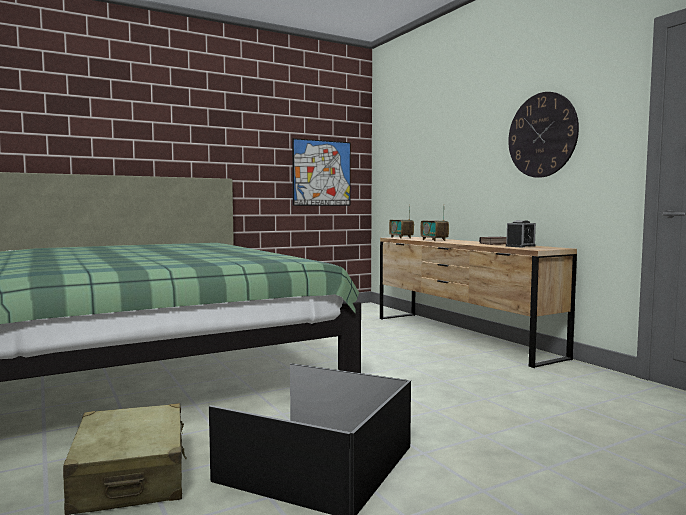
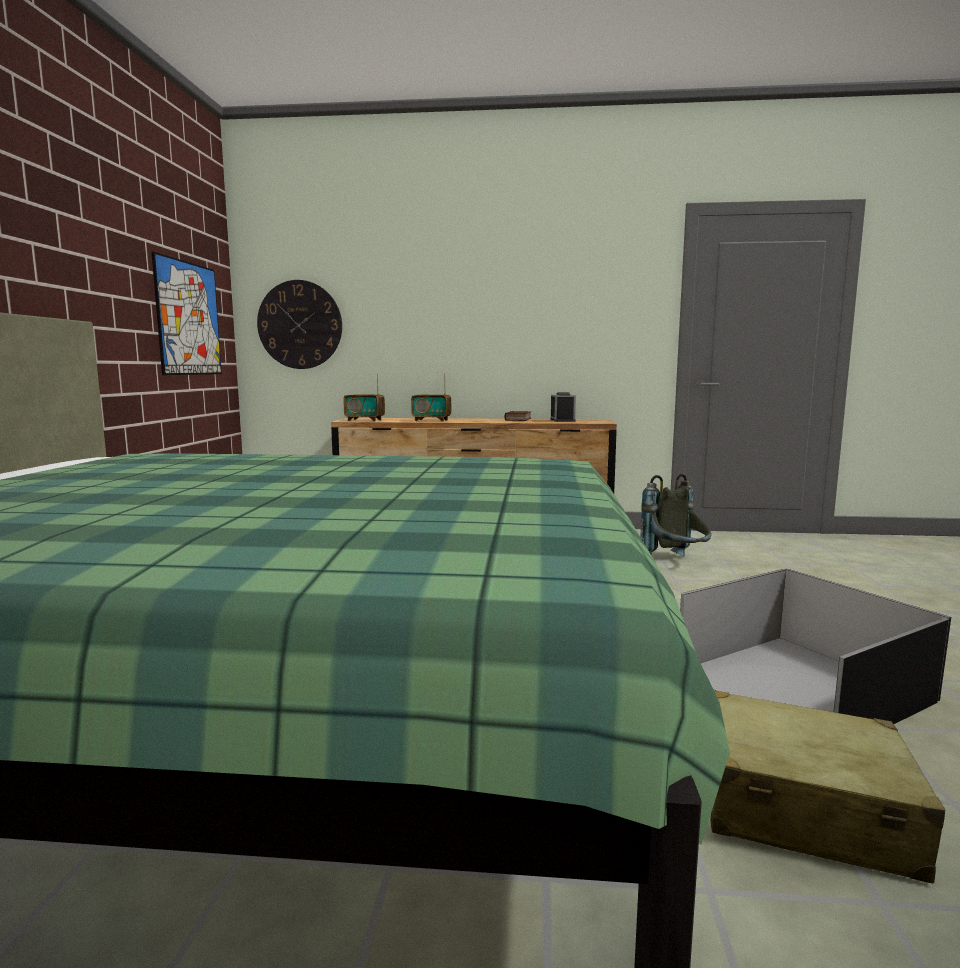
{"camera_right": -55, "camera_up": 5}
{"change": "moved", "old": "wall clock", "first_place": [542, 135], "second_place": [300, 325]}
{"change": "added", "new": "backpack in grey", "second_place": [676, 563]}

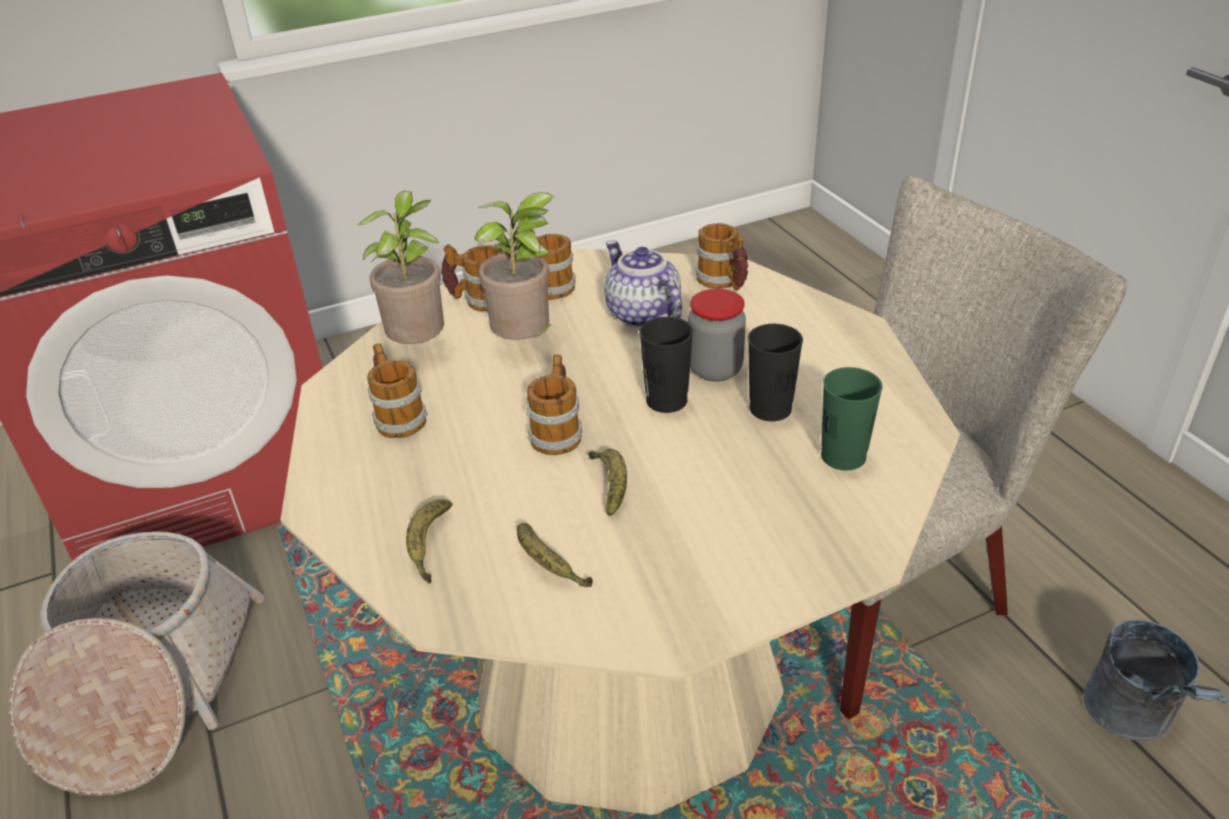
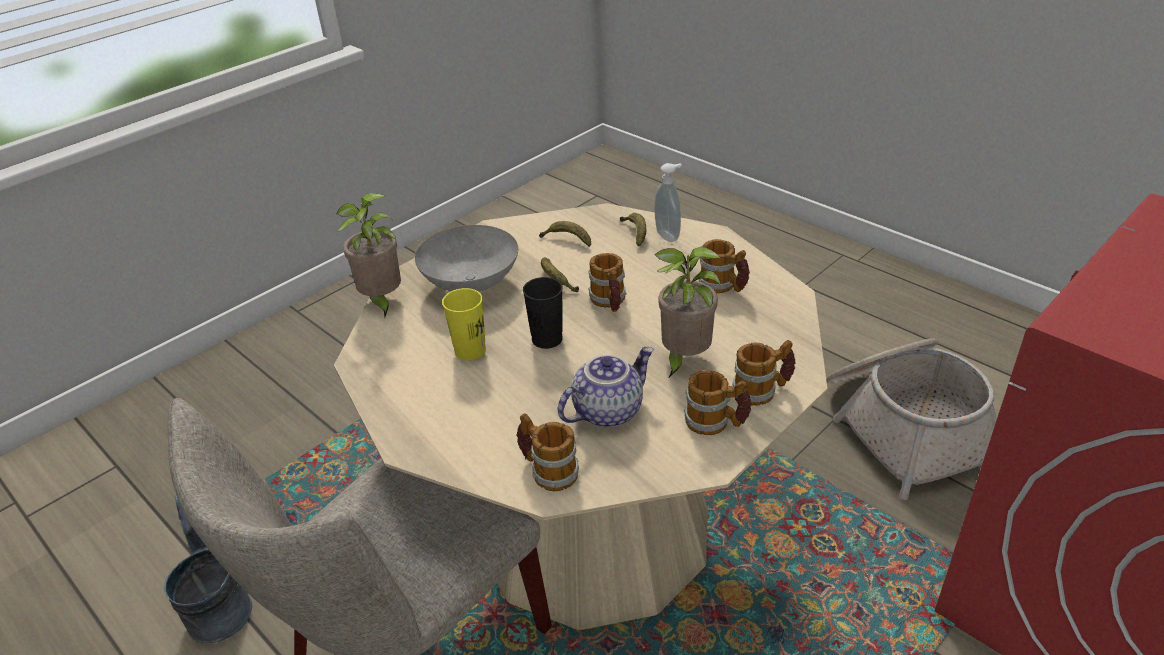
{"camera_right": 160, "camera_up": 0}
{"change": "moved", "old": "potted plant", "first_place": [420, 346], "second_place": [382, 301]}
{"change": "turned", "old": "teapot", "first_place": [641, 315], "second_place": [607, 410], "degrees": -75}
{"change": "removed", "old": "jar", "first_place": [715, 369]}
{"change": "recoloured", "old": "cup in black", "new": "cup in yellow", "first_place": [770, 409], "second_place": [470, 350]}
{"change": "removed", "old": "cup in green", "first_place": [843, 456]}
{"change": "added", "new": "soap dispenser", "second_place": [669, 235]}
{"change": "added", "new": "bowl in grey", "second_place": [471, 283]}

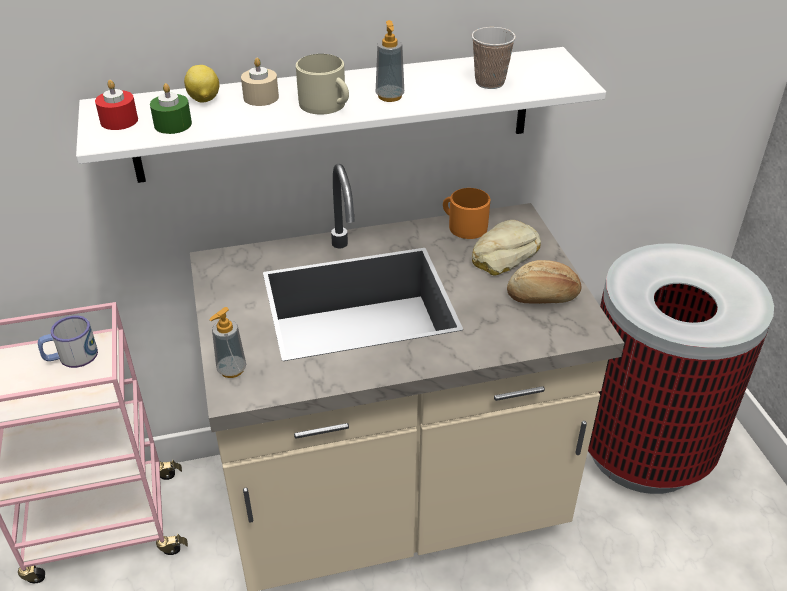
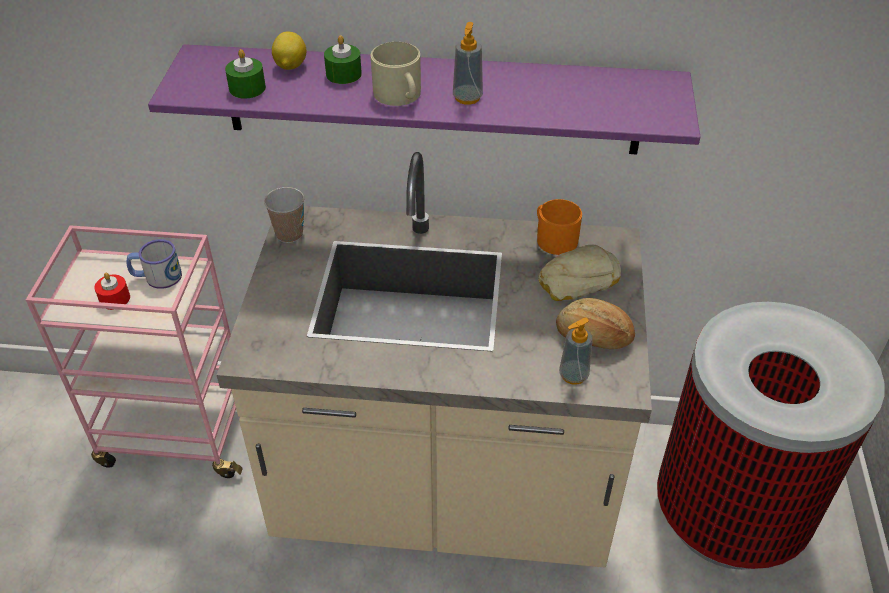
{"camera_right": 20, "camera_up": 5}
{"change": "moved", "old": "cup", "first_place": [489, 82], "second_place": [289, 234]}
{"change": "recoloured", "old": "shelf in white", "new": "shelf in purple", "first_place": [336, 114], "second_place": [432, 100]}
{"change": "recoloured", "old": "candle in beige", "new": "candle in green", "first_place": [261, 97], "second_place": [343, 74]}
{"change": "moved", "old": "candle in red", "first_place": [119, 121], "second_place": [115, 299]}
{"change": "moved", "old": "soap dispenser", "first_place": [231, 369], "second_place": [573, 375]}

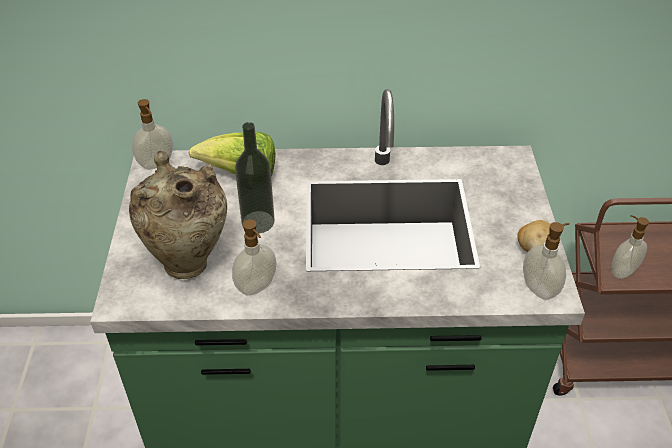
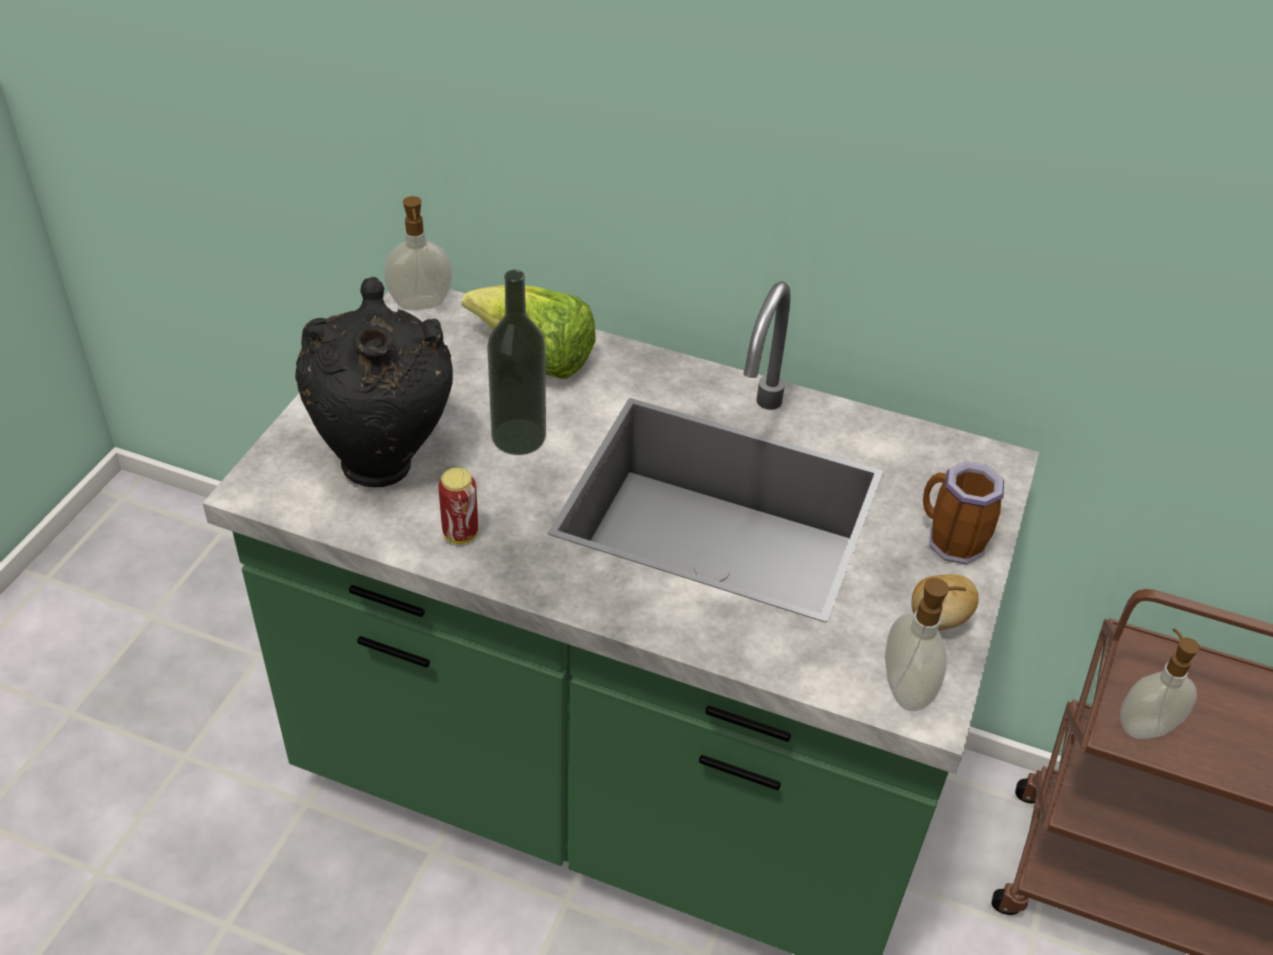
{"camera_right": 20, "camera_up": 0}
{"change": "recoloured", "old": "vase in beige", "new": "vase in black", "first_place": [188, 260], "second_place": [384, 461]}
{"change": "replaced", "old": "soap dispenser", "new": "can", "first_place": [257, 287], "second_place": [460, 533]}
{"change": "added", "new": "mug", "second_place": [949, 543]}

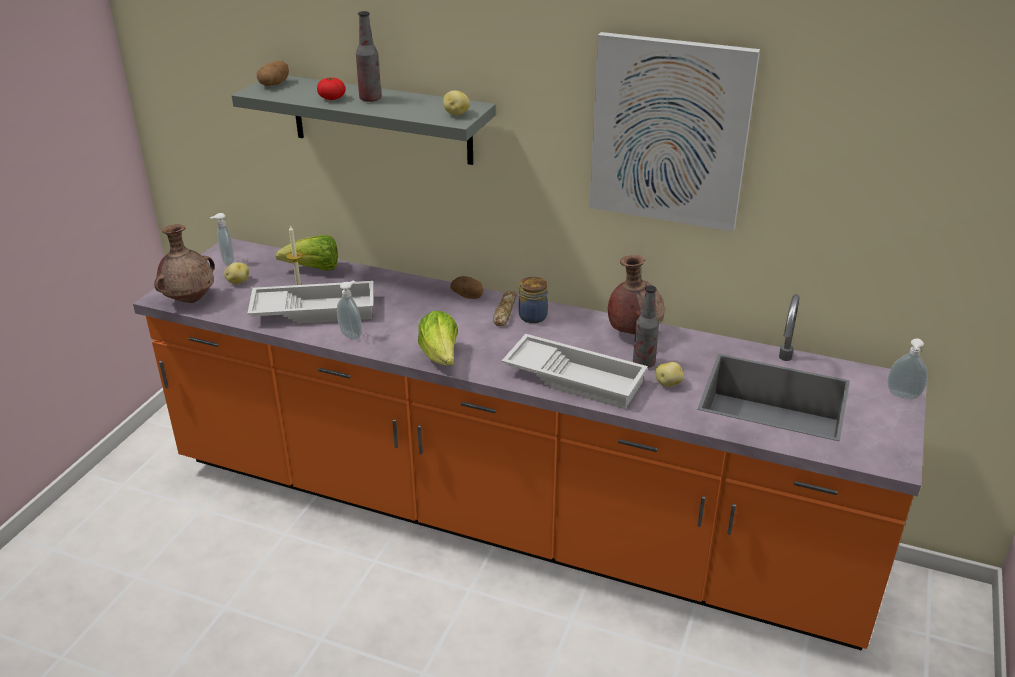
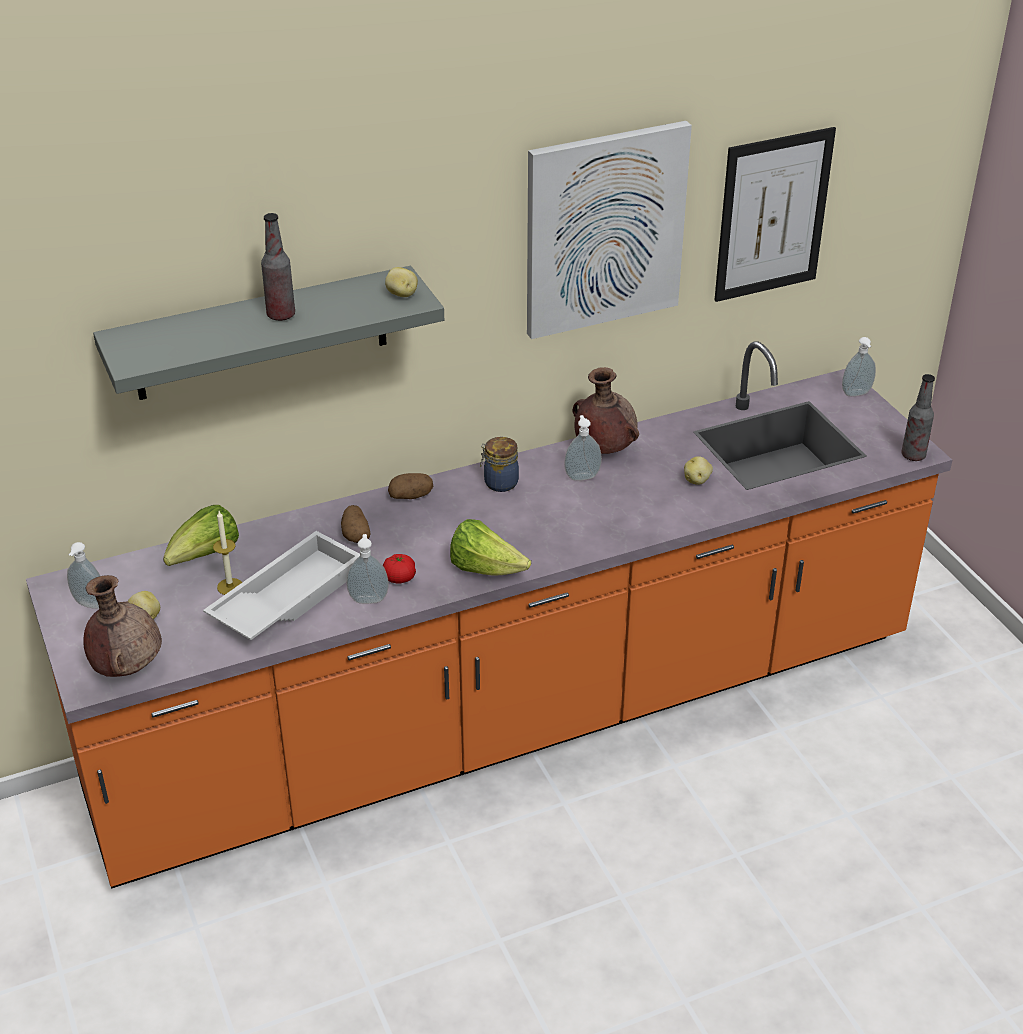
{"camera_right": -45, "camera_up": 5}
{"change": "moved", "old": "potato", "first_place": [274, 84], "second_place": [356, 534]}
{"change": "moved", "old": "tomato", "first_place": [332, 98], "second_place": [399, 578]}
{"change": "moved", "old": "bottle", "first_place": [643, 363], "second_place": [913, 455]}
{"change": "removed", "old": "bread", "first_place": [504, 312]}
{"change": "removed", "old": "tray in white", "first_place": [575, 377]}
{"change": "added", "new": "picture", "second_place": [772, 215]}
{"change": "added", "new": "soap dispenser", "second_place": [582, 476]}

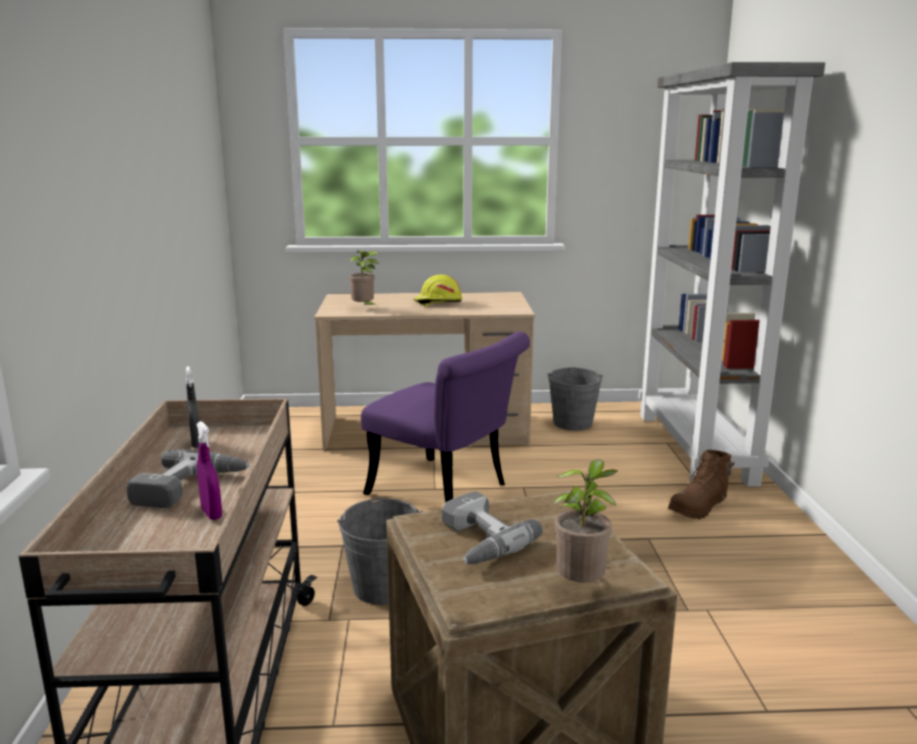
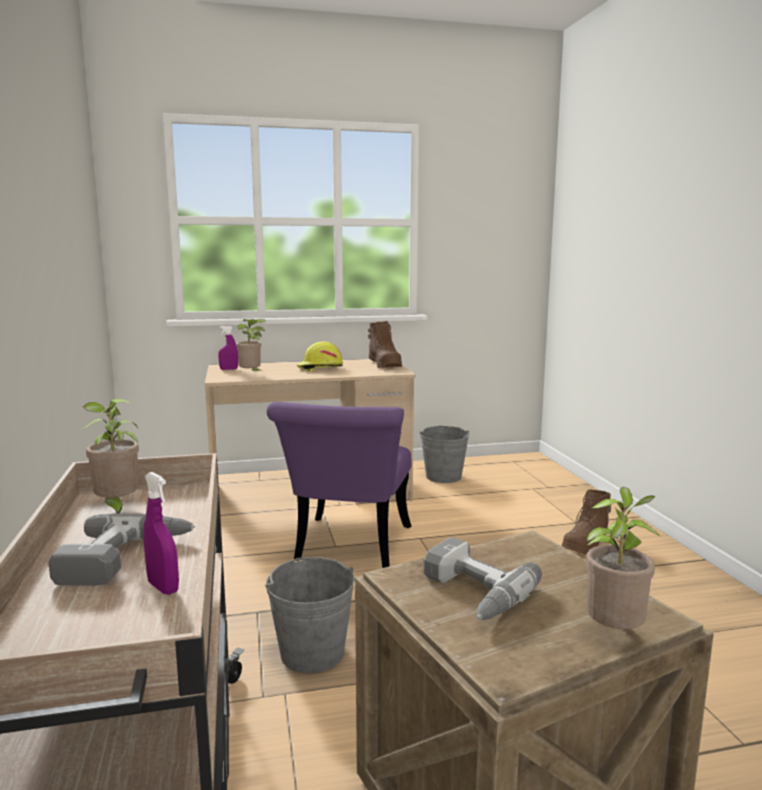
{"camera_right": -10, "camera_up": -5}
{"change": "removed", "old": "bookcase in grey", "first_place": [696, 448]}
{"change": "turned", "old": "chair in purple", "first_place": [447, 492], "second_place": [348, 548], "degrees": 75}
{"change": "replaced", "old": "spray bottle in grey", "new": "potted plant", "first_place": [196, 443], "second_place": [117, 508]}
{"change": "added", "new": "boot in brown", "second_place": [385, 365]}
{"change": "added", "new": "spray bottle in purple", "second_place": [229, 369]}

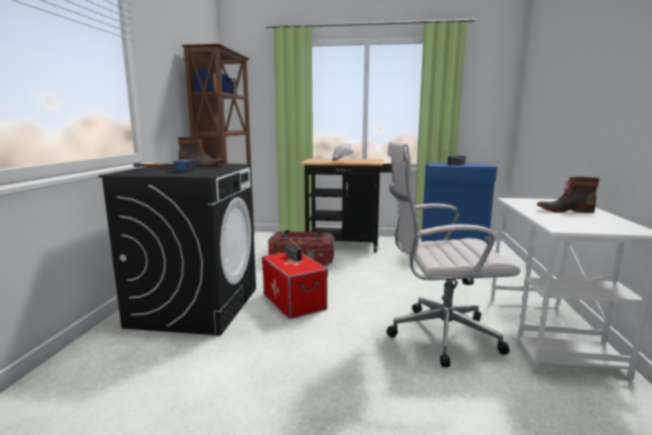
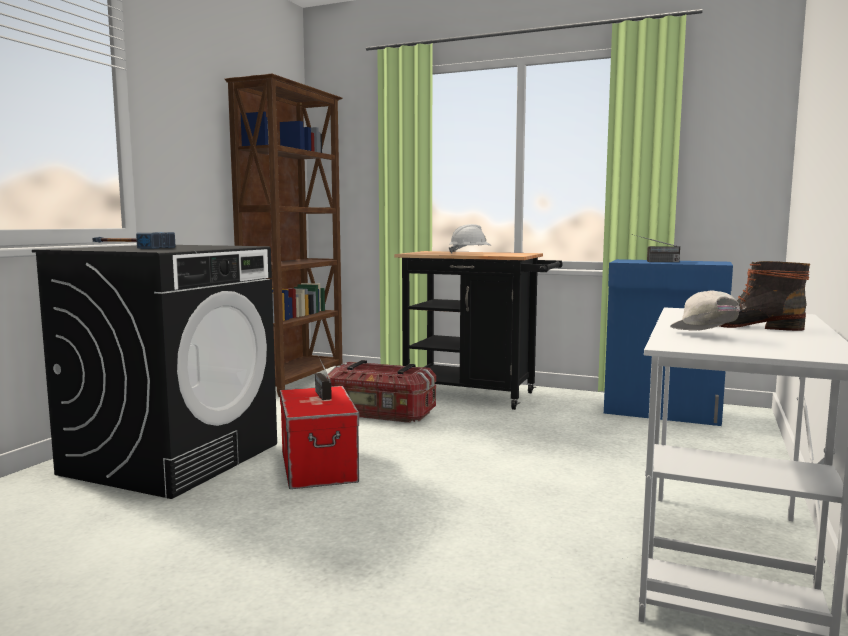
{"camera_right": 15, "camera_up": -5}
{"change": "removed", "old": "boot", "first_place": [201, 166]}
{"change": "removed", "old": "office chair in white", "first_place": [438, 335]}
{"change": "added", "new": "cap in white", "second_place": [705, 336]}

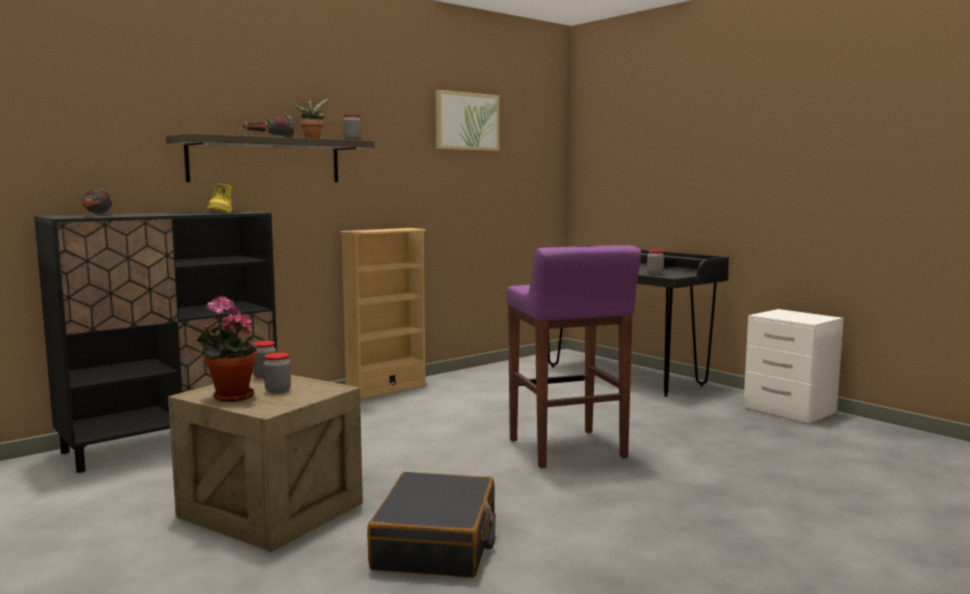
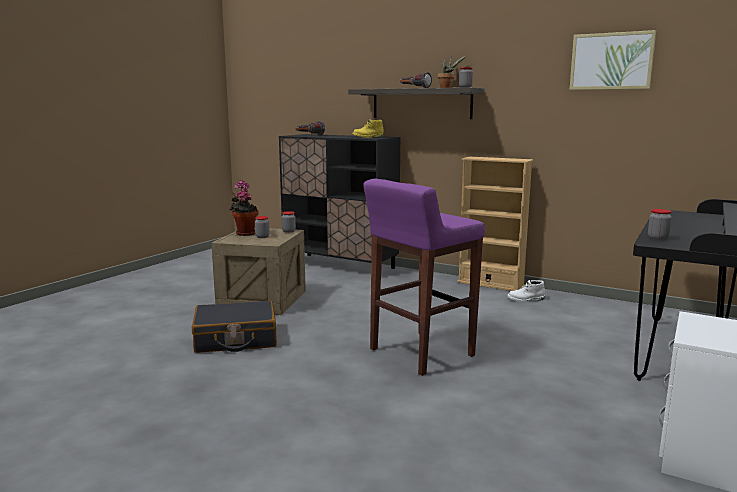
{"camera_right": 70, "camera_up": 5}
{"change": "added", "new": "boot in white", "second_place": [526, 299]}

